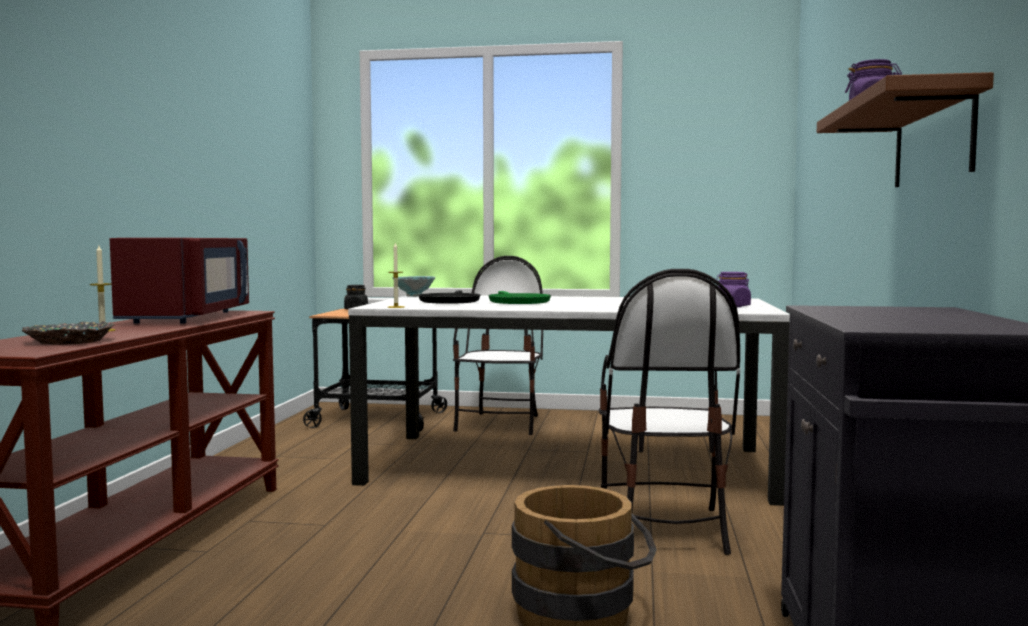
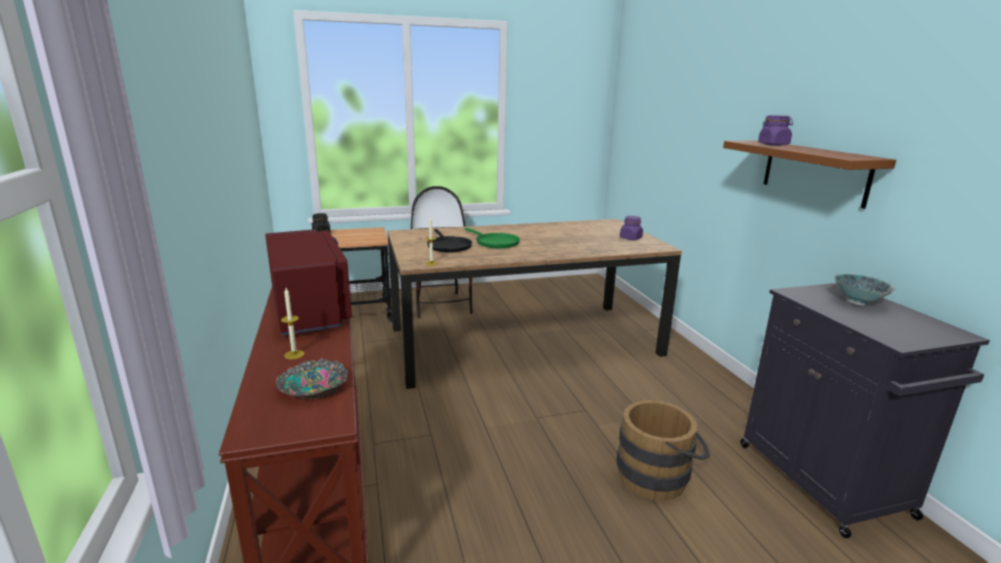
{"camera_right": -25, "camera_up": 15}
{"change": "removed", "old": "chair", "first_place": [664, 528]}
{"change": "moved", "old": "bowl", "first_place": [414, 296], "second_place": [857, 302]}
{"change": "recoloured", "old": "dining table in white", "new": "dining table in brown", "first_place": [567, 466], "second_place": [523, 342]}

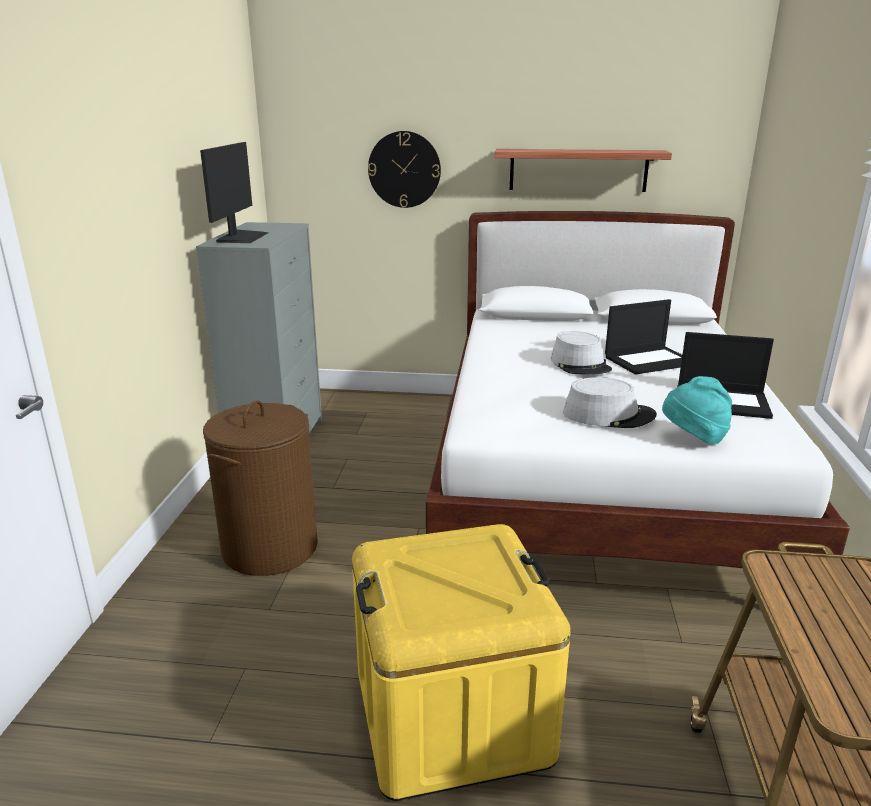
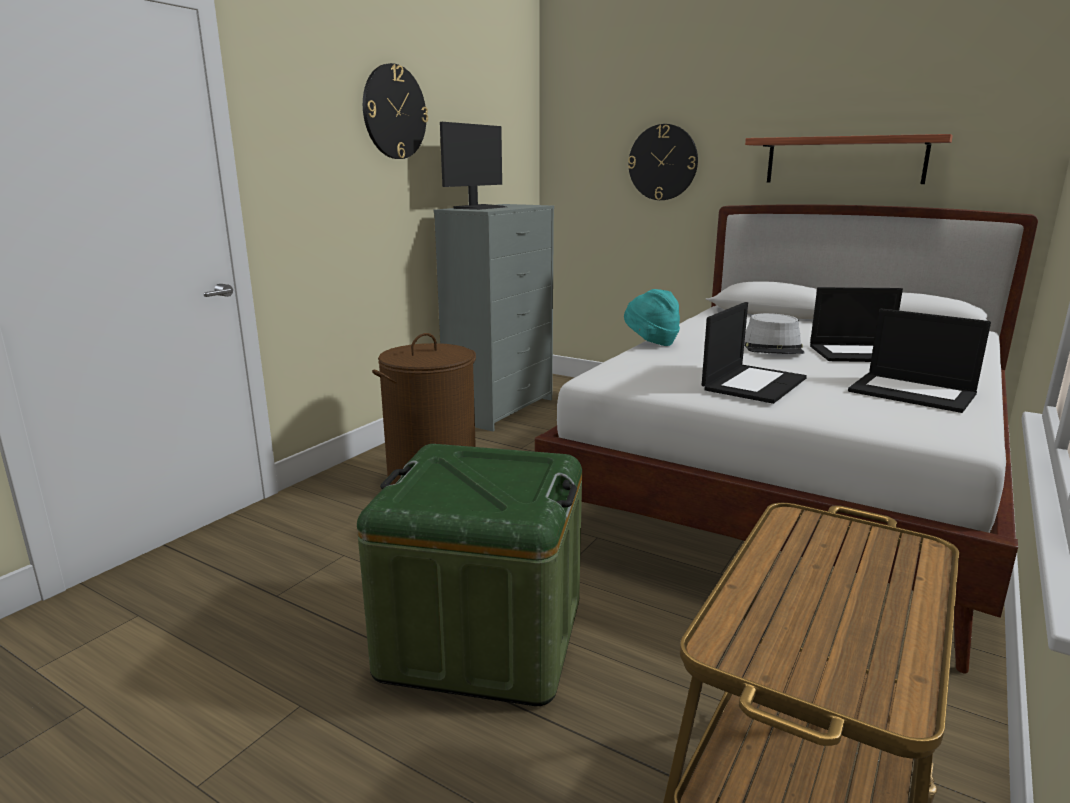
{"camera_right": 25, "camera_up": -5}
{"change": "moved", "old": "hat in turquoise", "first_place": [693, 438], "second_place": [651, 342]}
{"change": "replaced", "old": "hat in grey", "new": "laptop", "first_place": [608, 415], "second_place": [753, 383]}
{"change": "recoloured", "old": "storage box in yellow", "new": "storage box in green", "first_place": [451, 715], "second_place": [482, 637]}
{"change": "added", "new": "wall clock", "second_place": [394, 112]}

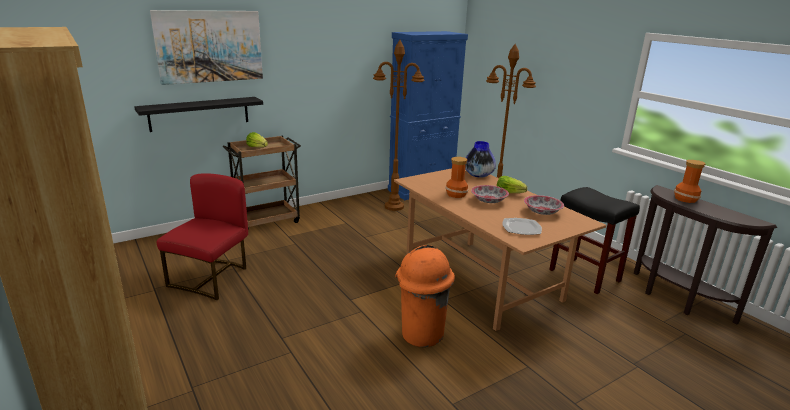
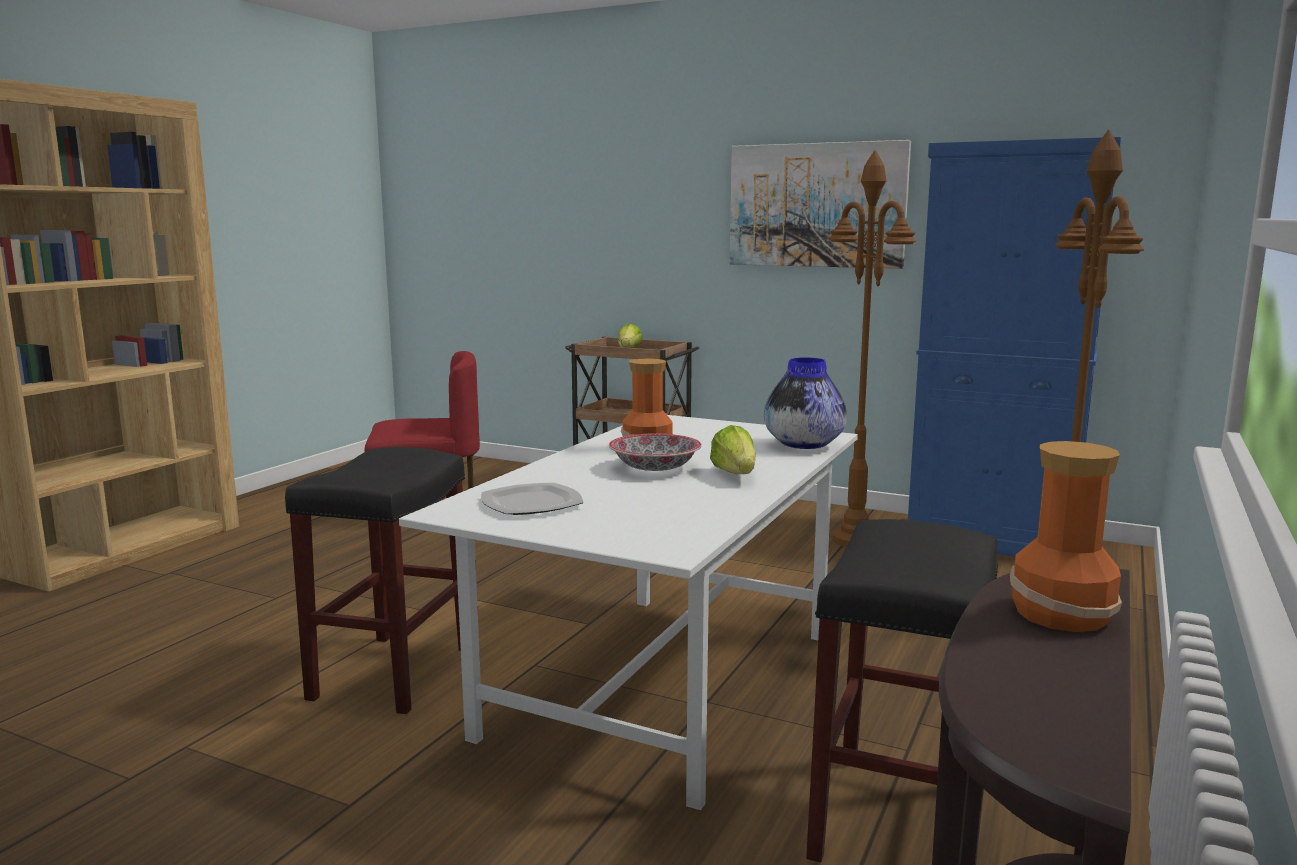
{"camera_right": 60, "camera_up": -10}
{"change": "moved", "old": "picture", "first_place": [210, 46], "second_place": [816, 205]}
{"change": "removed", "old": "shelf in black", "first_place": [199, 114]}
{"change": "recoloured", "old": "dining table in brown", "new": "dining table in white", "first_place": [482, 280], "second_place": [665, 685]}
{"change": "removed", "old": "bowl", "first_place": [542, 212]}
{"change": "replaced", "old": "trash can in orange", "new": "stool in black", "first_place": [421, 334], "second_place": [392, 672]}

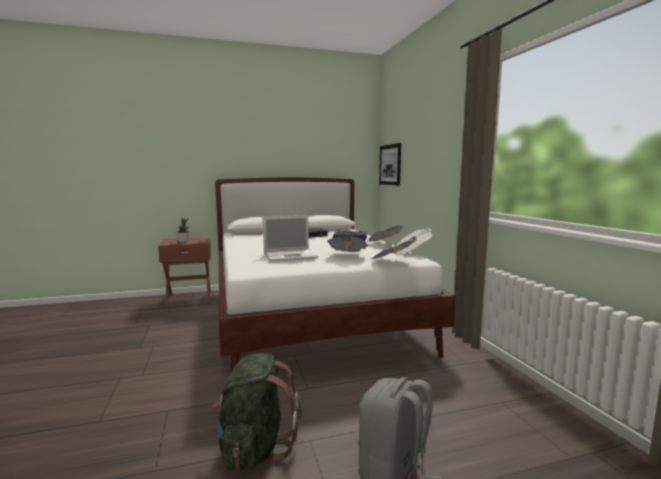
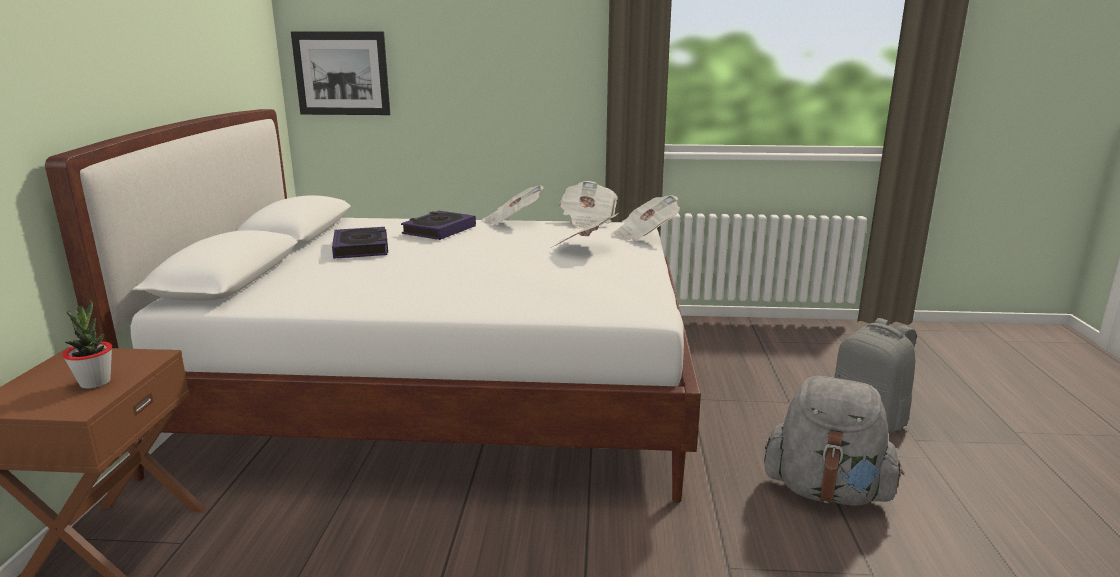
{"camera_right": -70, "camera_up": 10}
{"change": "removed", "old": "laptop", "first_place": [291, 256]}
{"change": "recoloured", "old": "backpack in green", "new": "backpack in grey", "first_place": [255, 448], "second_place": [826, 491]}

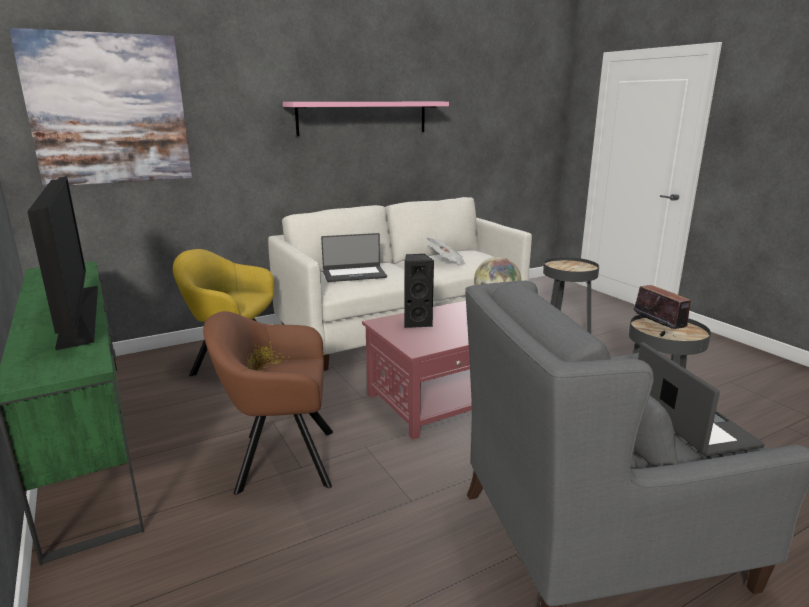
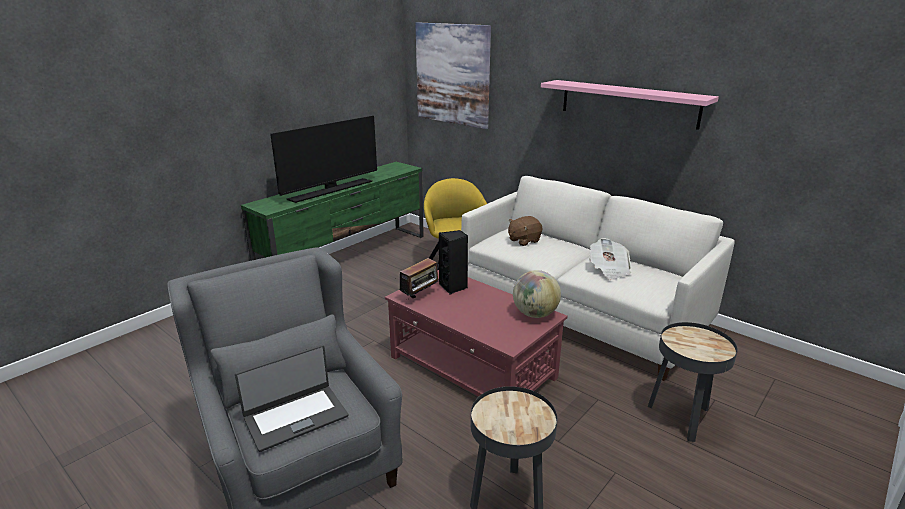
{"camera_right": 70, "camera_up": 5}
{"change": "replaced", "old": "laptop", "new": "plush toy in brown", "first_place": [354, 274], "second_place": [523, 240]}
{"change": "moved", "old": "radio", "first_place": [657, 332], "second_place": [420, 296]}
{"change": "removed", "old": "armchair in brown", "first_place": [279, 460]}

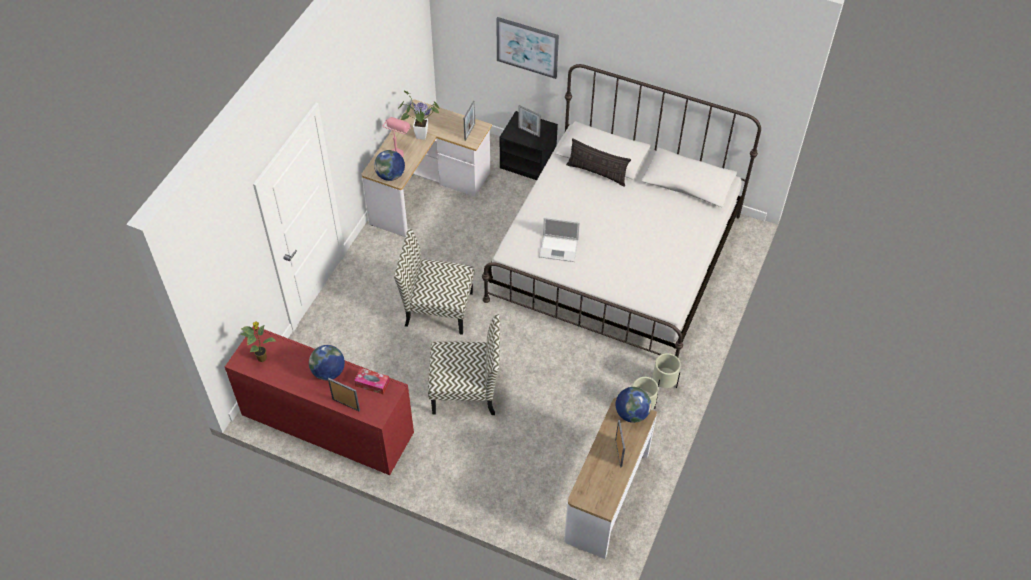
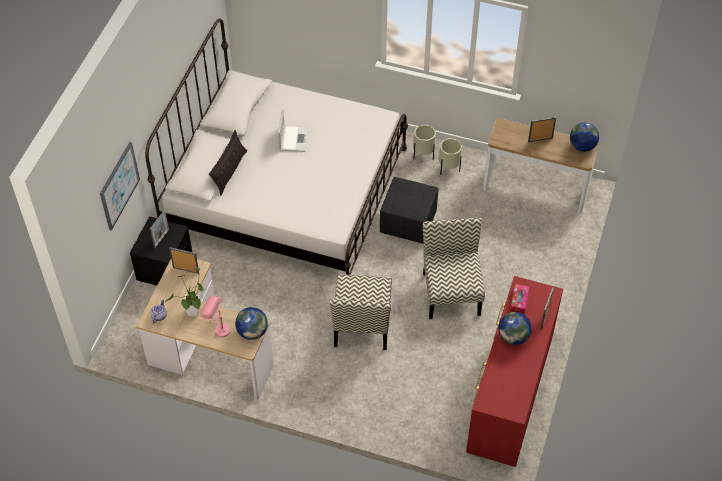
{"camera_right": -95, "camera_up": 0}
{"change": "moved", "old": "laptop", "first_place": [559, 248], "second_place": [294, 138]}
{"change": "removed", "old": "potted plant", "first_place": [262, 357]}
{"change": "moved", "old": "globe", "first_place": [631, 413], "second_place": [582, 146]}
{"change": "added", "new": "ottoman in black", "second_place": [407, 222]}

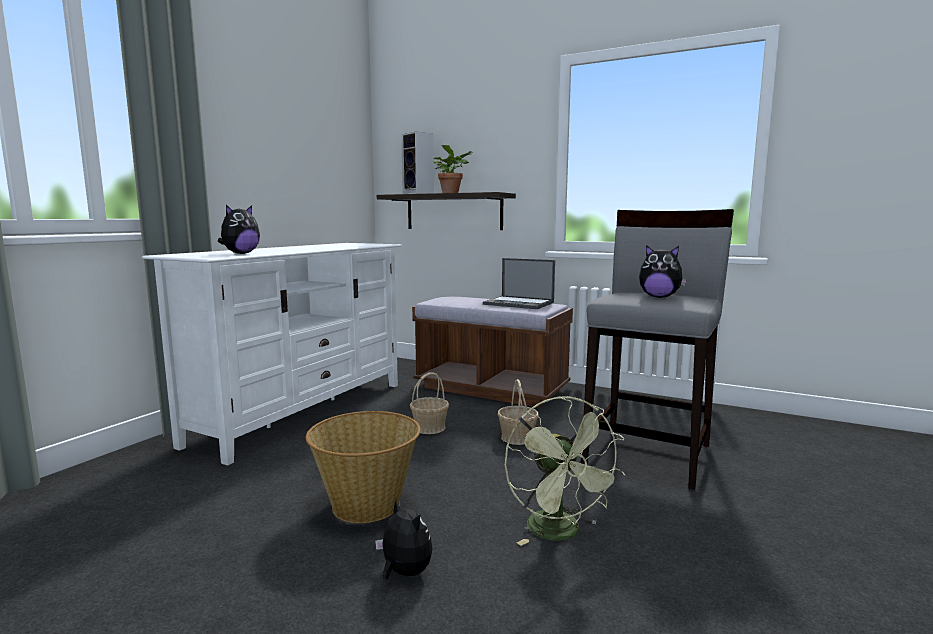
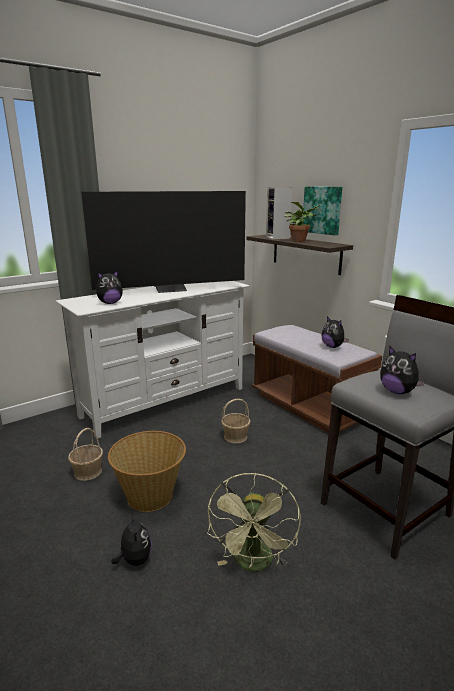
{"camera_right": 25, "camera_up": 10}
{"change": "replaced", "old": "laptop", "new": "plush toy", "first_place": [519, 303], "second_place": [333, 346]}
{"change": "moved", "old": "basket", "first_place": [517, 438], "second_place": [87, 472]}
{"change": "added", "new": "picture", "second_place": [322, 210]}
{"change": "added", "new": "television", "second_place": [171, 289]}

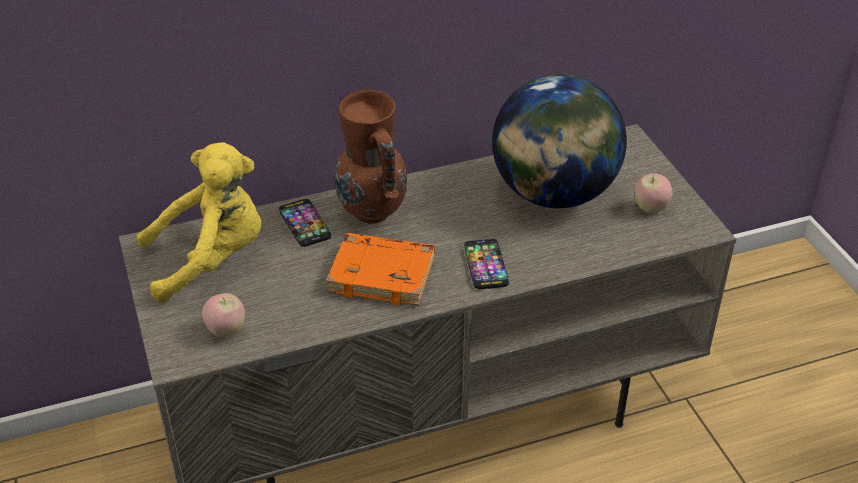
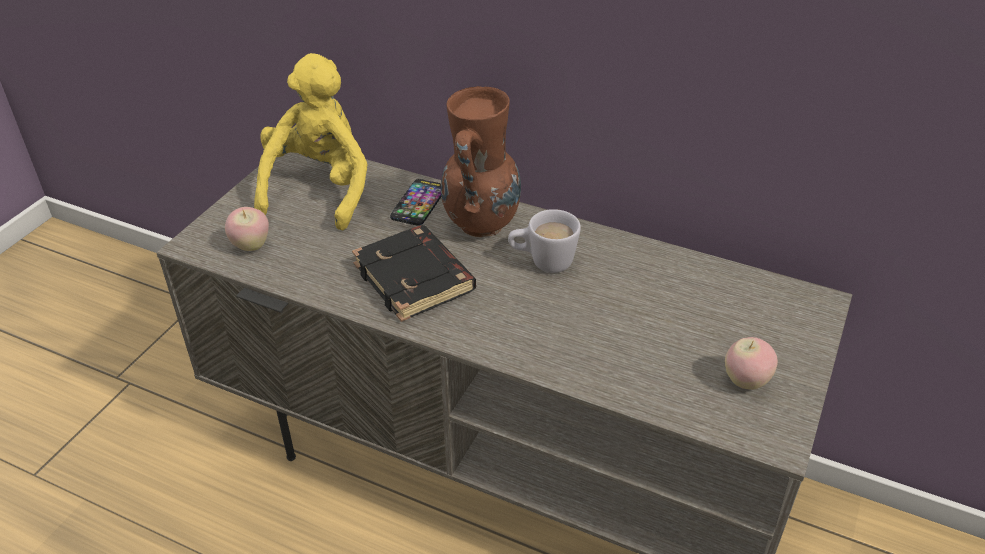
{"camera_right": 45, "camera_up": 0}
{"change": "removed", "old": "globe", "first_place": [554, 194]}
{"change": "turned", "old": "plush toy in yellow", "first_place": [211, 259], "second_place": [319, 190], "degrees": -105}
{"change": "recoloured", "old": "book in orange", "new": "book in black", "first_place": [383, 274], "second_place": [416, 279]}
{"change": "removed", "old": "phone", "first_place": [486, 265]}
{"change": "added", "new": "mug in white", "second_place": [542, 262]}

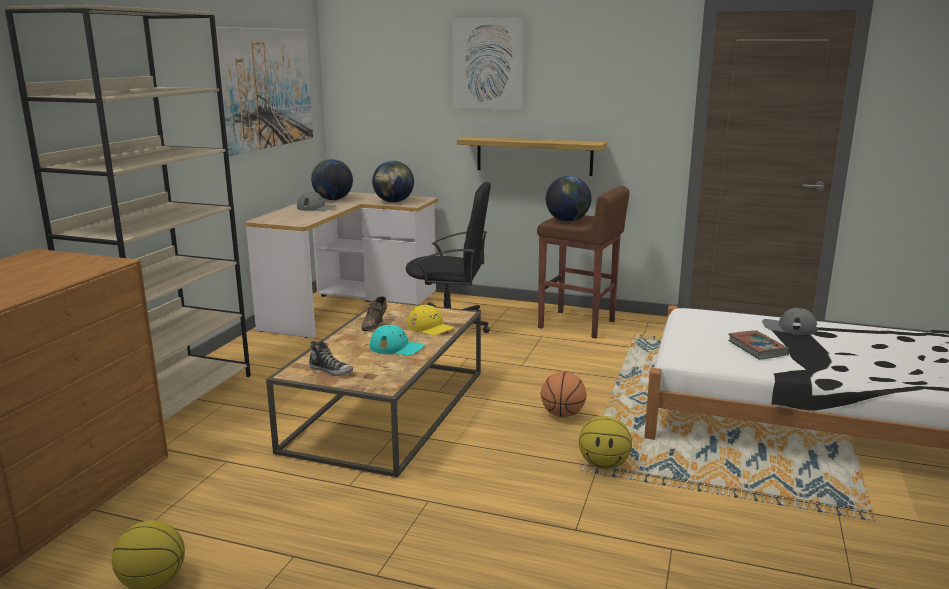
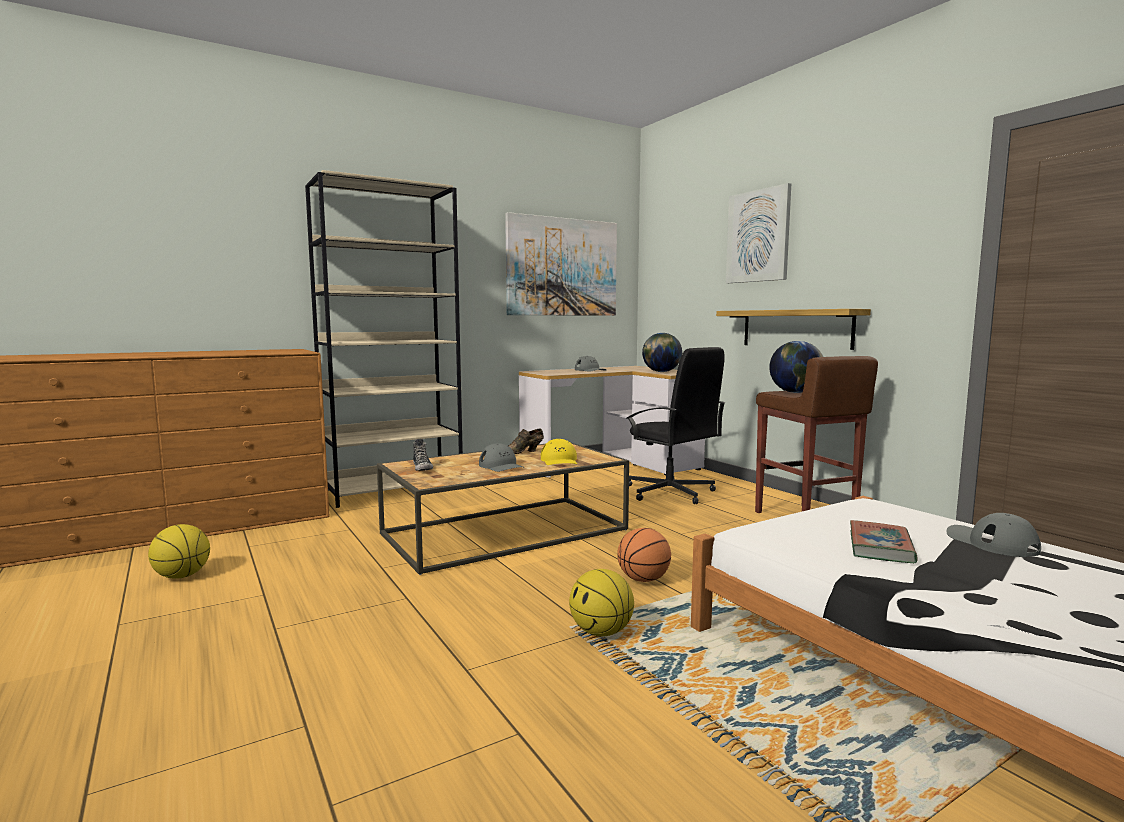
{"camera_right": 40, "camera_up": -10}
{"change": "removed", "old": "globe", "first_place": [333, 199]}
{"change": "recoloured", "old": "cap in turquoise", "new": "cap in grey", "first_place": [397, 347], "second_place": [501, 466]}

